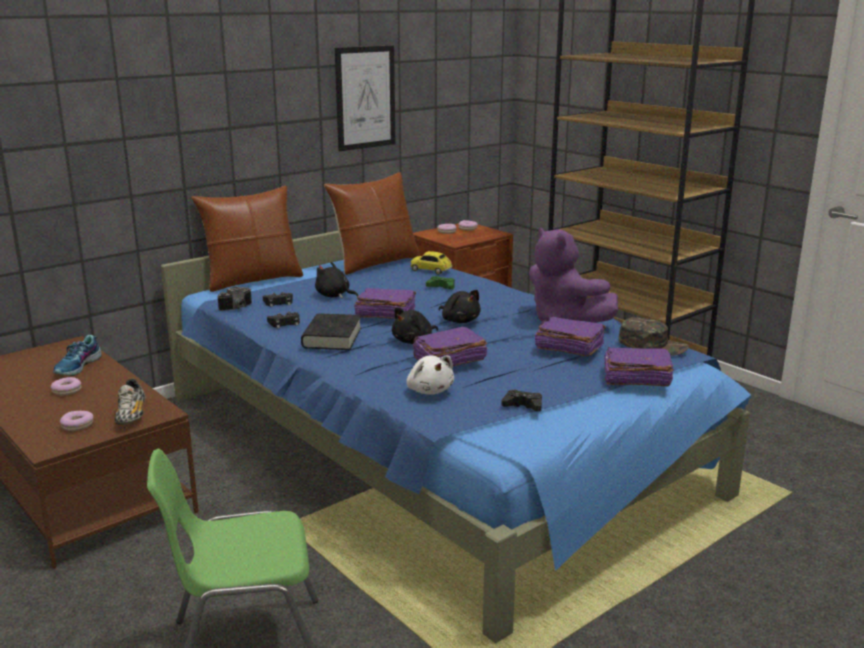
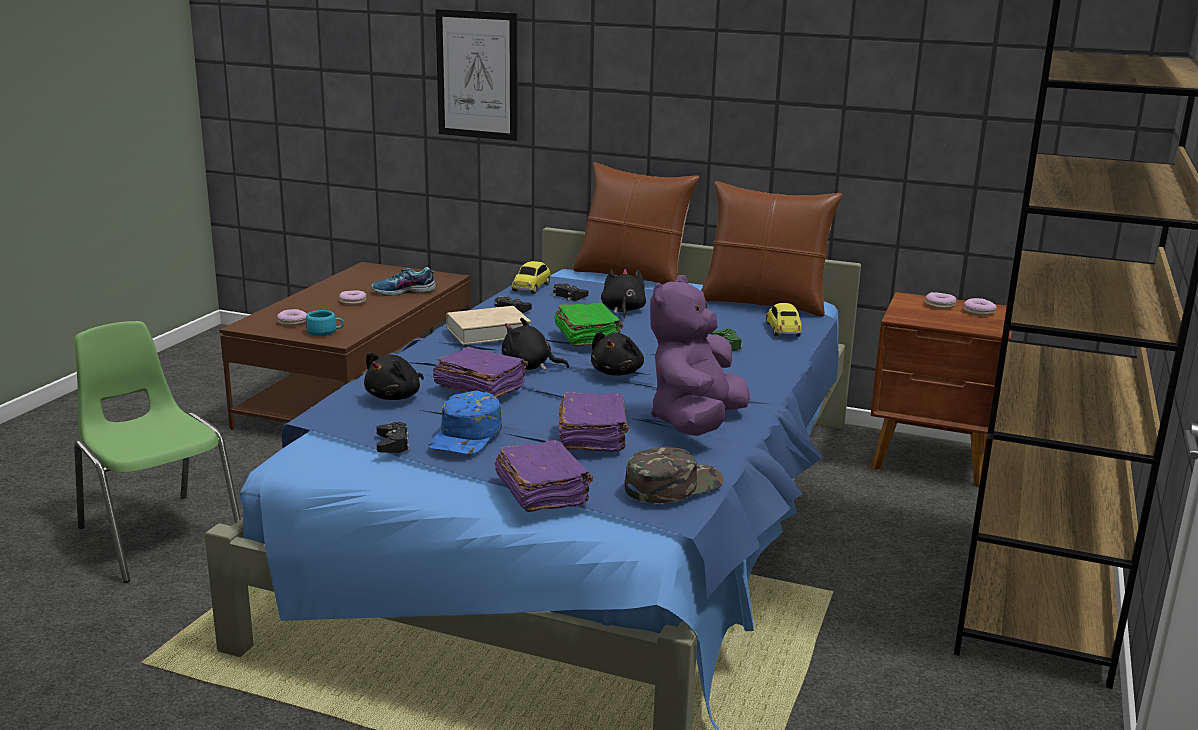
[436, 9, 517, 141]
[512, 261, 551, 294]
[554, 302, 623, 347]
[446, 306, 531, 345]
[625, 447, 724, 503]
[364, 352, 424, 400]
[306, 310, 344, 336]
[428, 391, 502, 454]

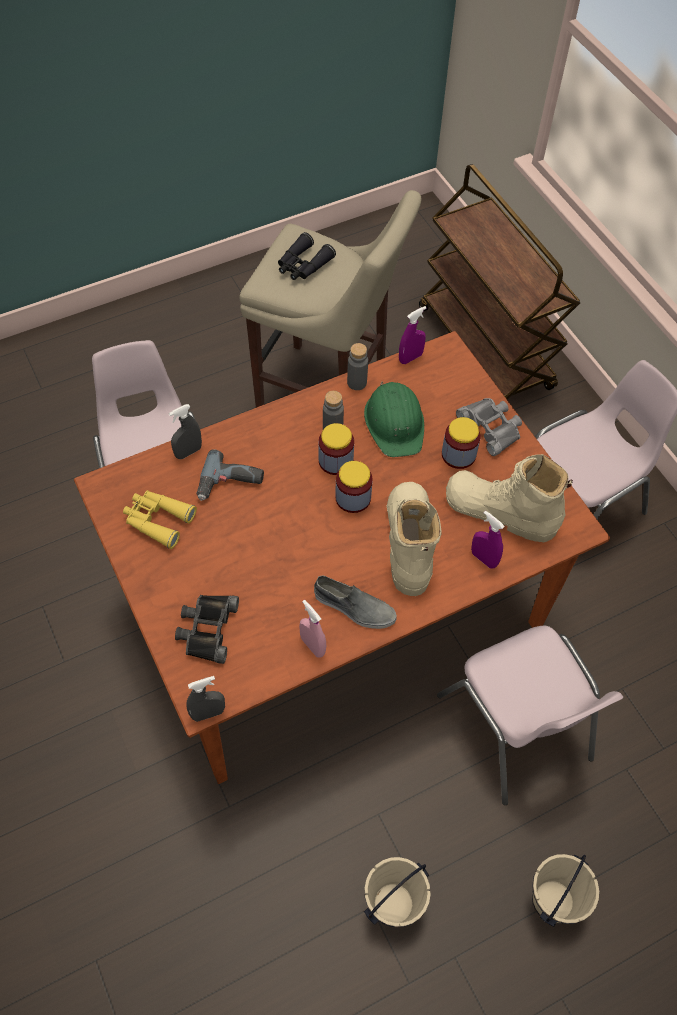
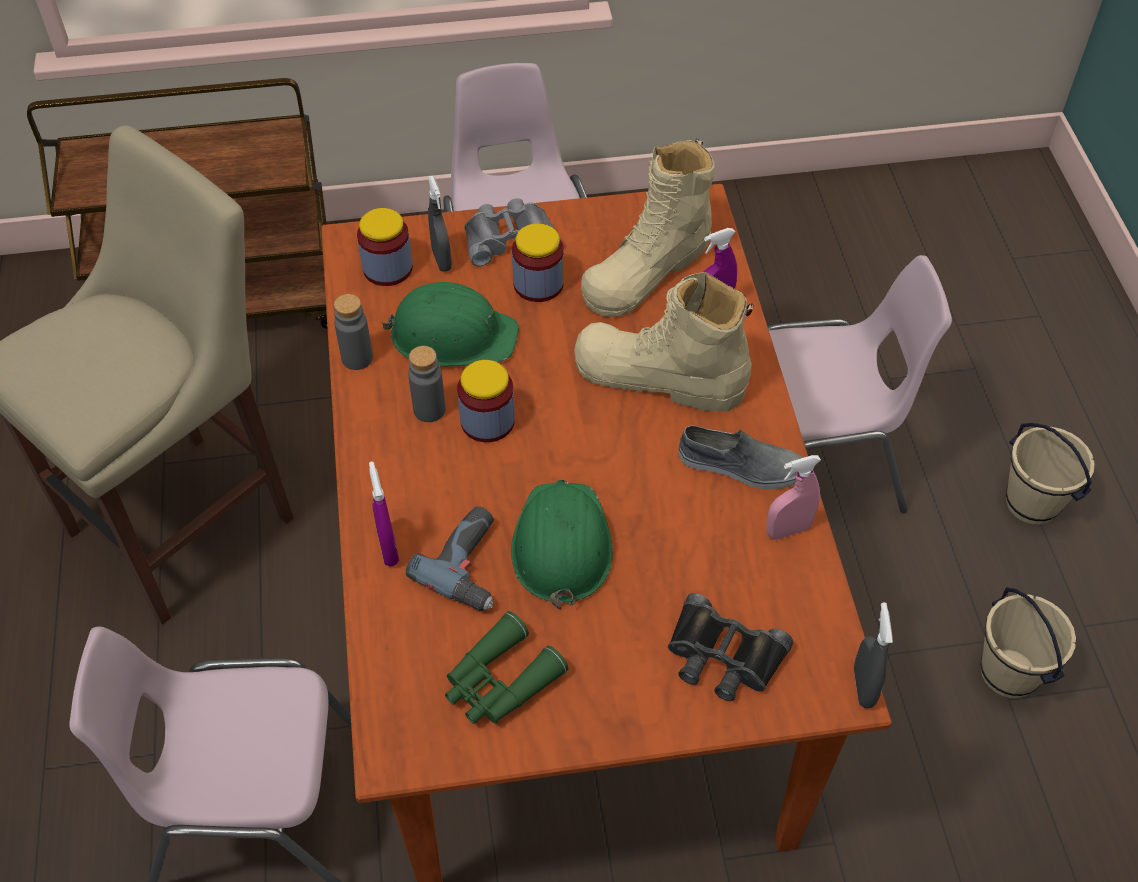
[278, 232, 336, 280] (first image)
[369, 461, 399, 566]
[428, 176, 452, 272]
[357, 208, 413, 286]
[445, 611, 568, 724]
[678, 425, 802, 489]
[511, 480, 613, 609]

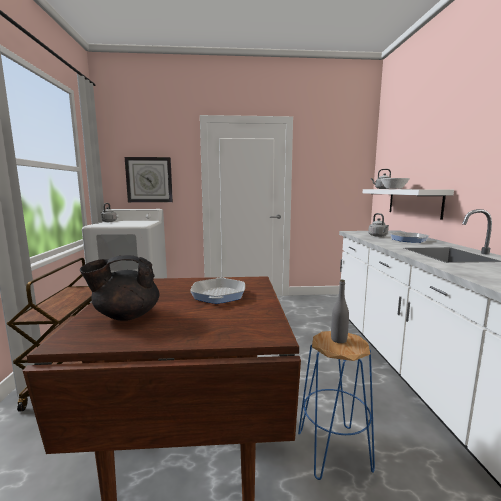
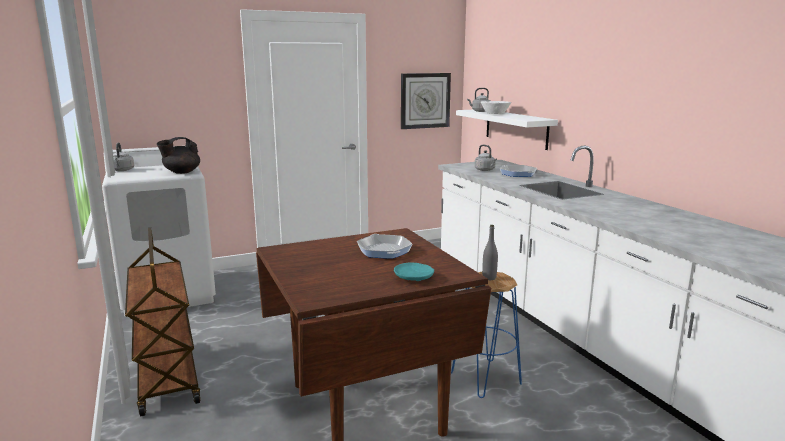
[401, 73, 451, 129]
[157, 137, 200, 174]
[394, 262, 434, 281]

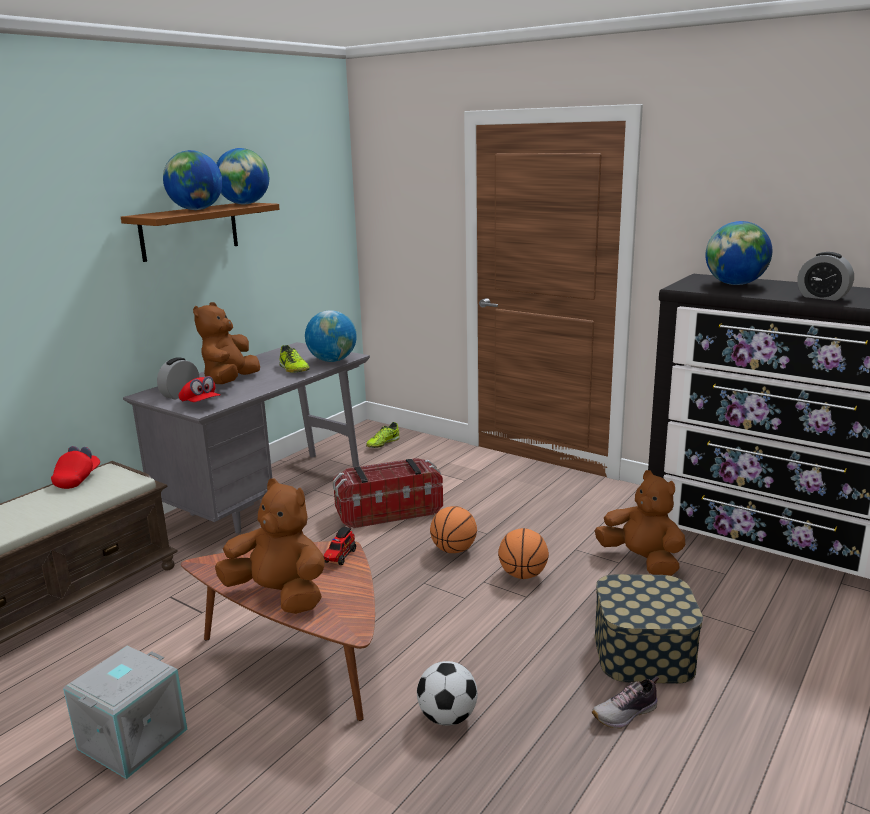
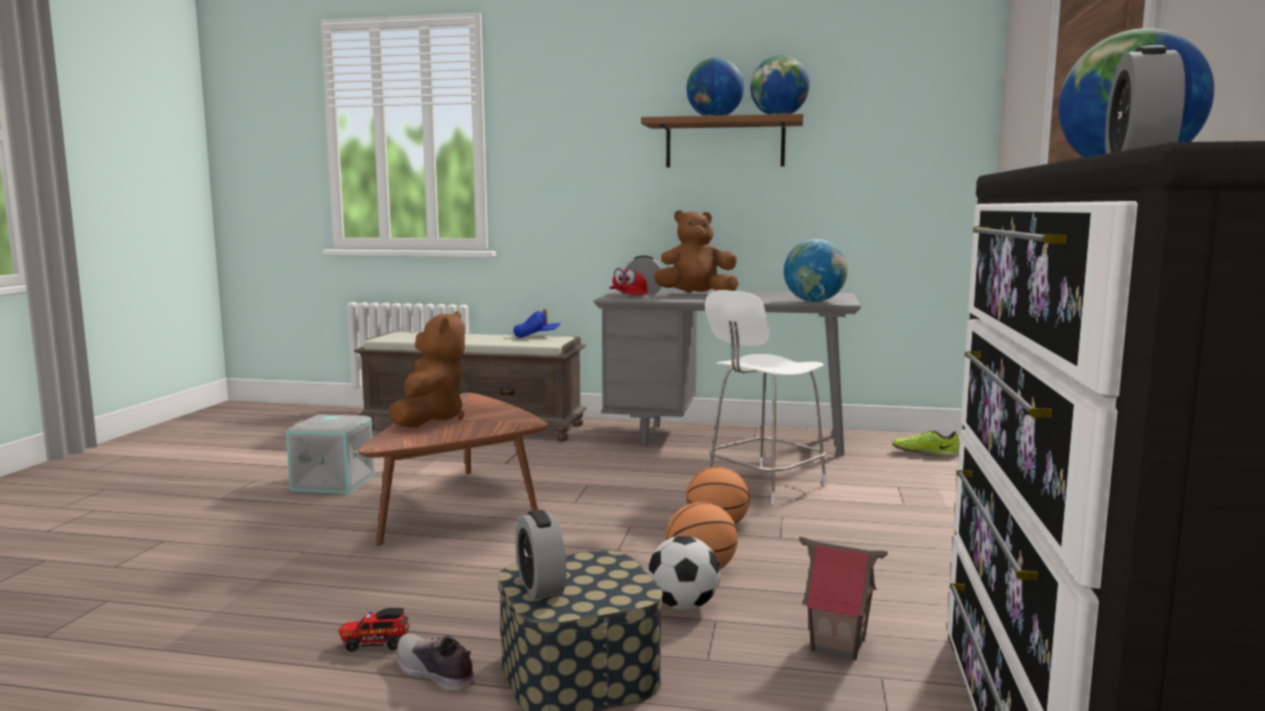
[279, 345, 310, 372] (first image)
[513, 309, 560, 338]
[705, 290, 827, 504]
[799, 537, 888, 661]
[338, 608, 410, 652]
[648, 536, 720, 610]
[515, 510, 567, 600]

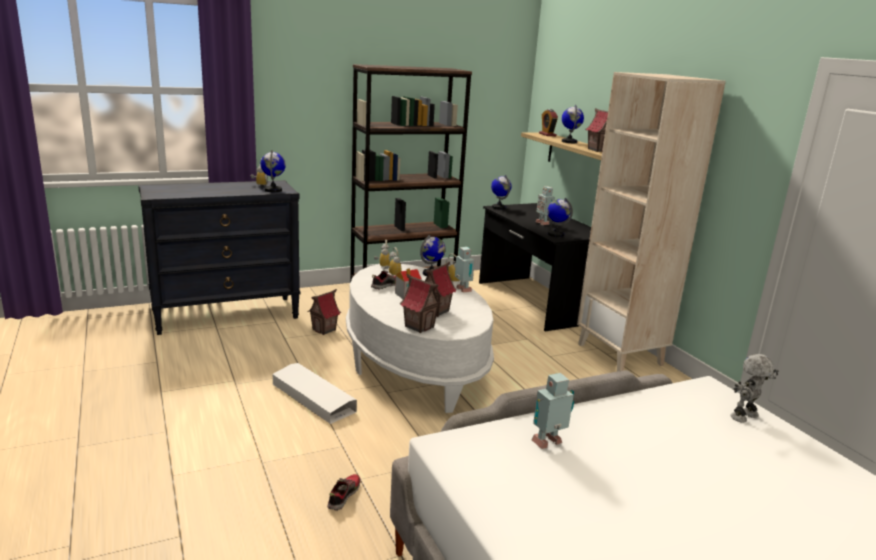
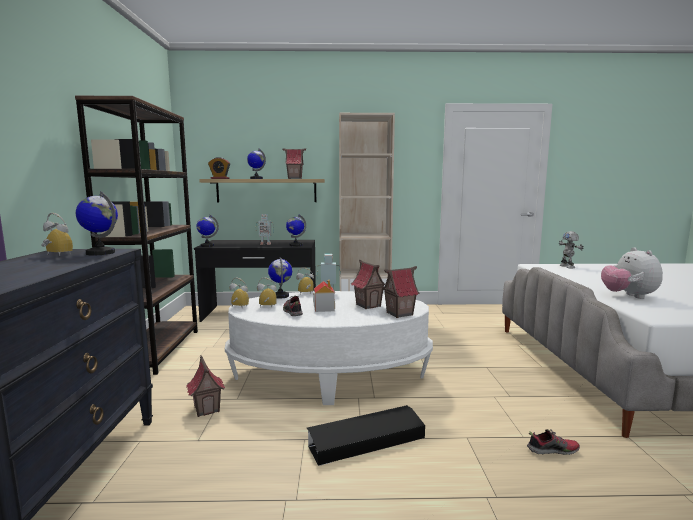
[307, 405, 425, 466]
[601, 247, 663, 299]
[527, 429, 580, 455]

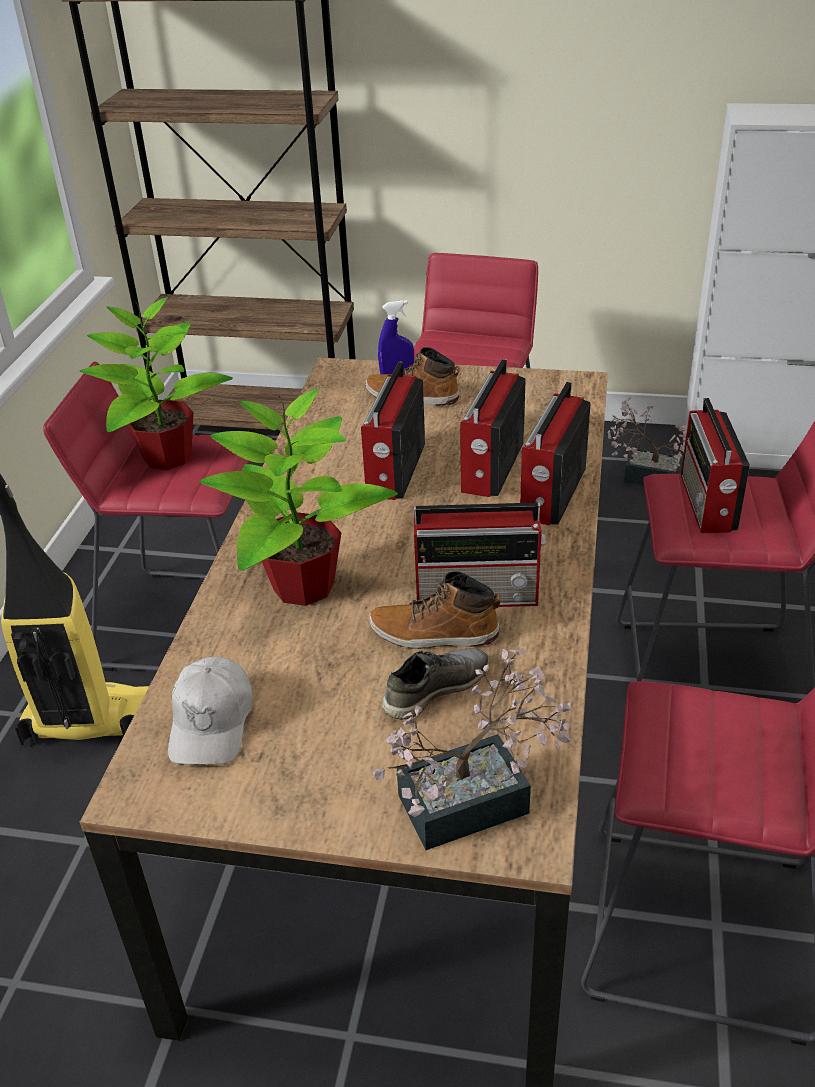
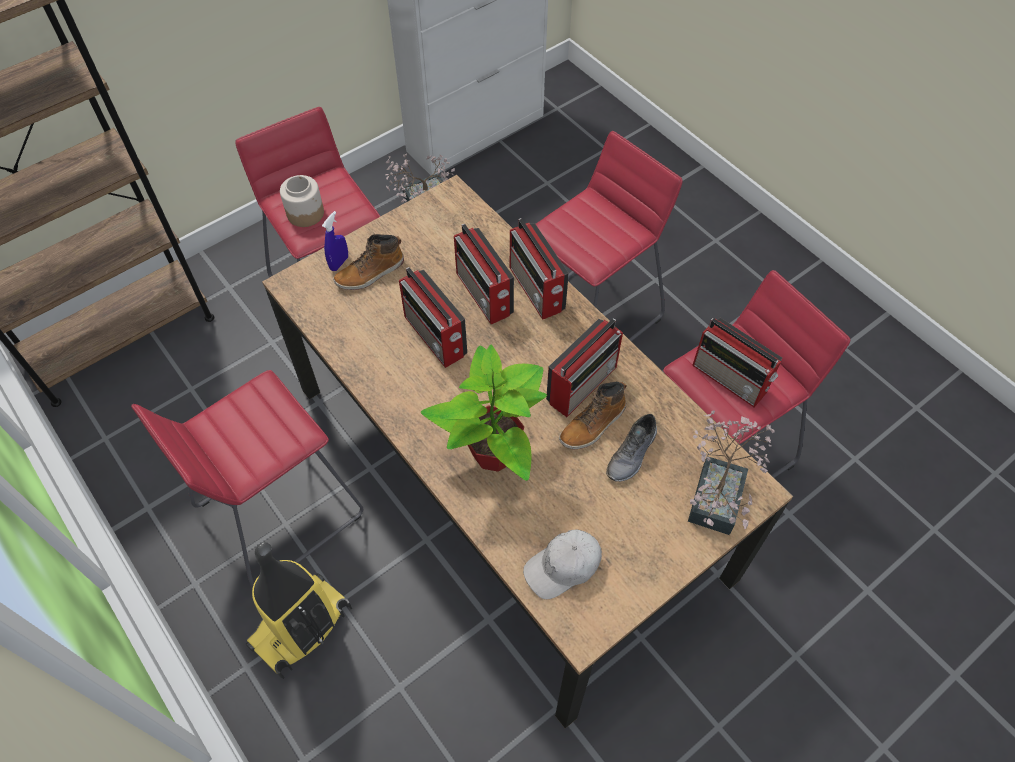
[80, 297, 233, 470] (first image)
[692, 318, 782, 407]
[606, 414, 657, 482]
[523, 529, 602, 599]
[280, 175, 324, 227]

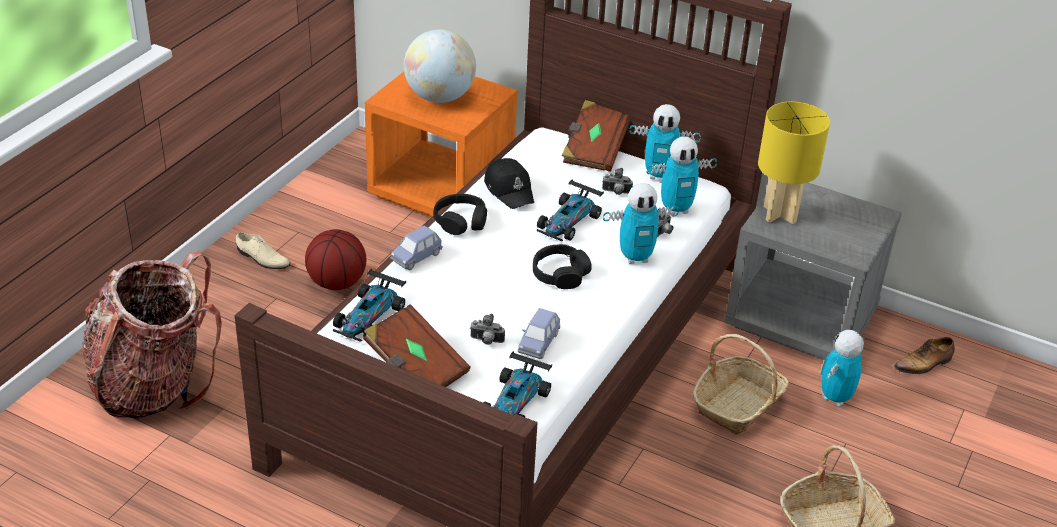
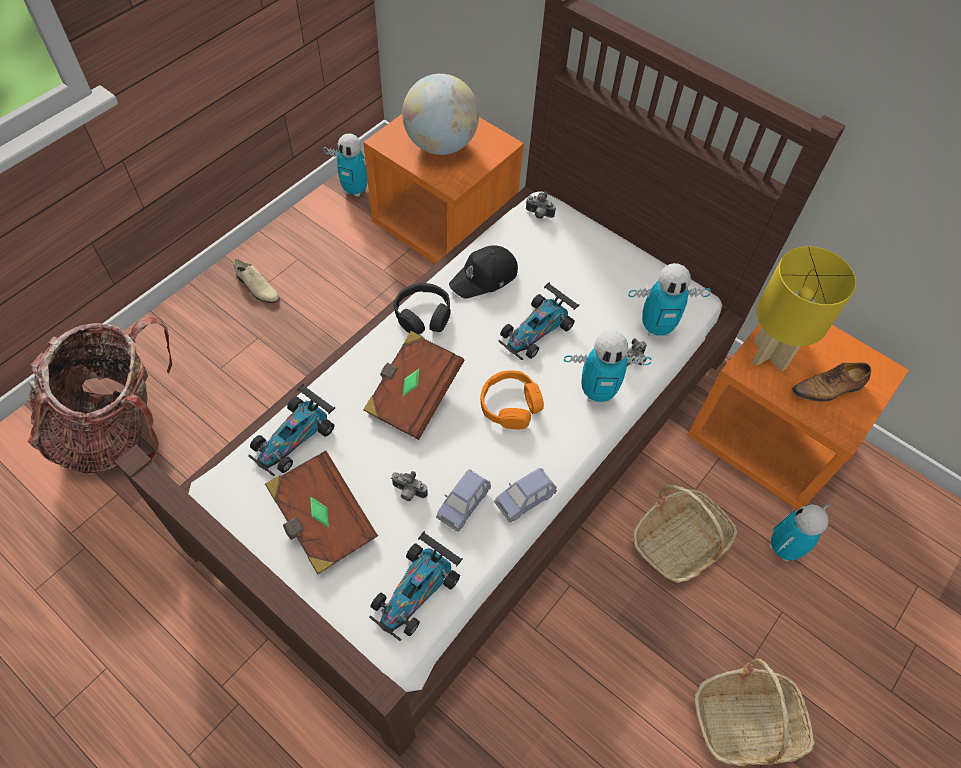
[363, 331, 464, 440]
[323, 133, 368, 197]
[449, 245, 518, 298]
[526, 192, 556, 219]
[687, 323, 909, 510]
[494, 468, 557, 522]
[305, 229, 366, 290] (first image)
[480, 371, 544, 429]
[792, 362, 871, 402]

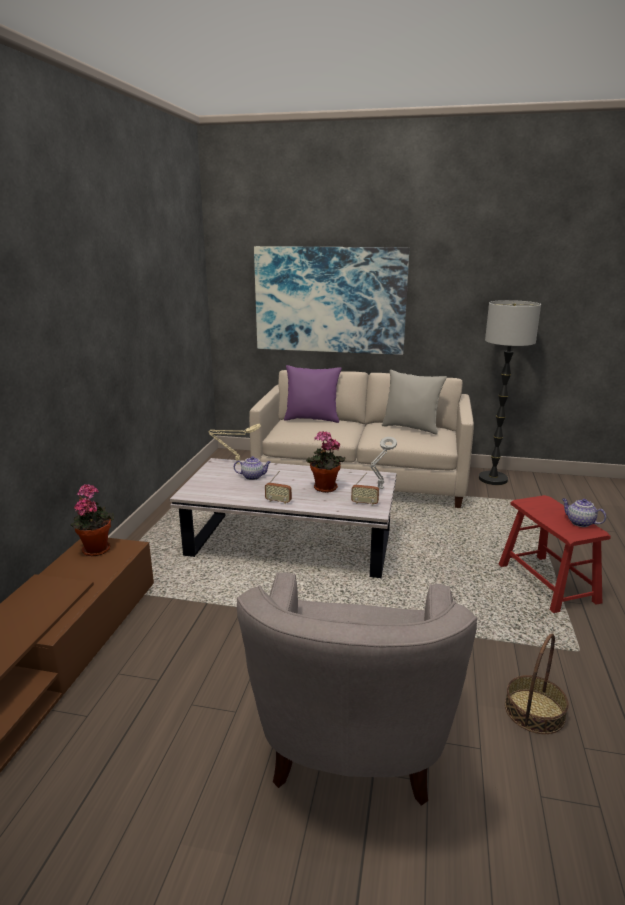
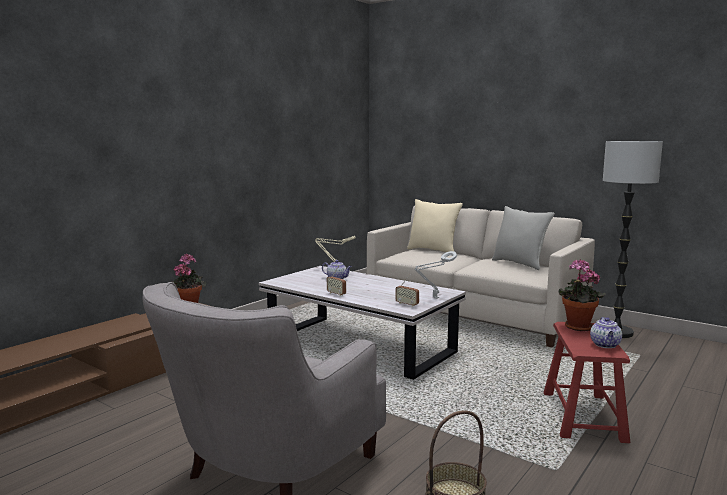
[254, 246, 409, 355] (first image)
[407, 199, 463, 252]
[559, 259, 606, 331]
[590, 317, 622, 348]

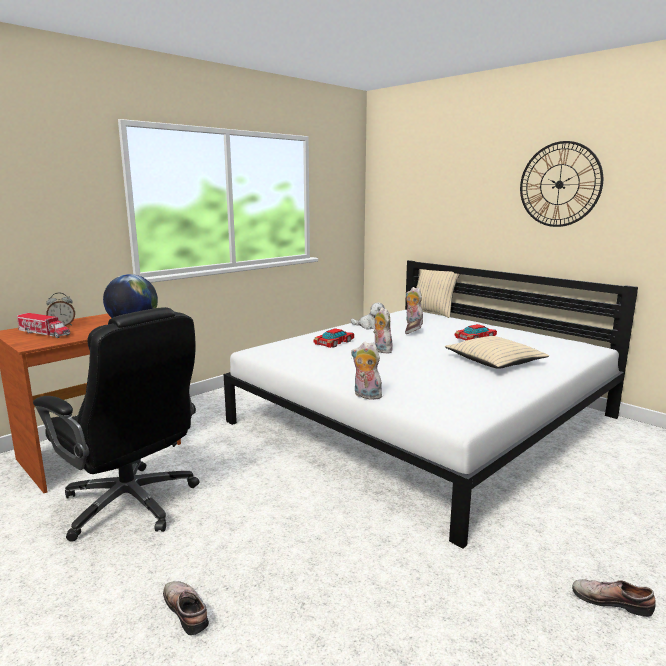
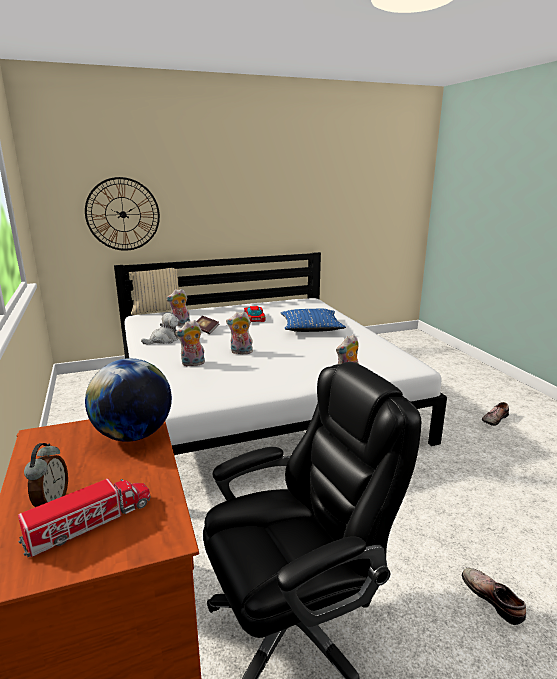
[85, 177, 160, 251]
[175, 320, 205, 366]
[281, 309, 346, 332]
[462, 568, 526, 625]

